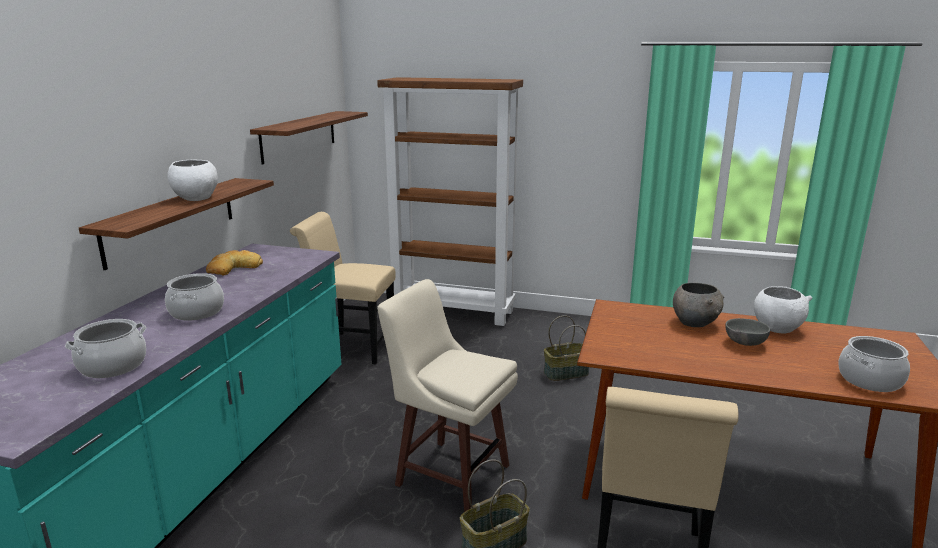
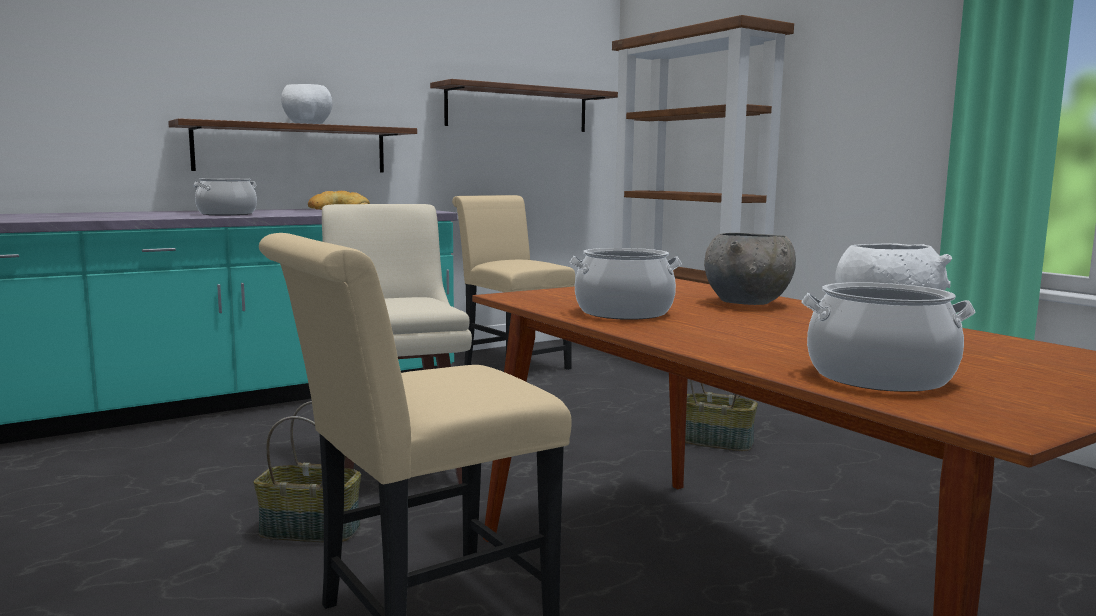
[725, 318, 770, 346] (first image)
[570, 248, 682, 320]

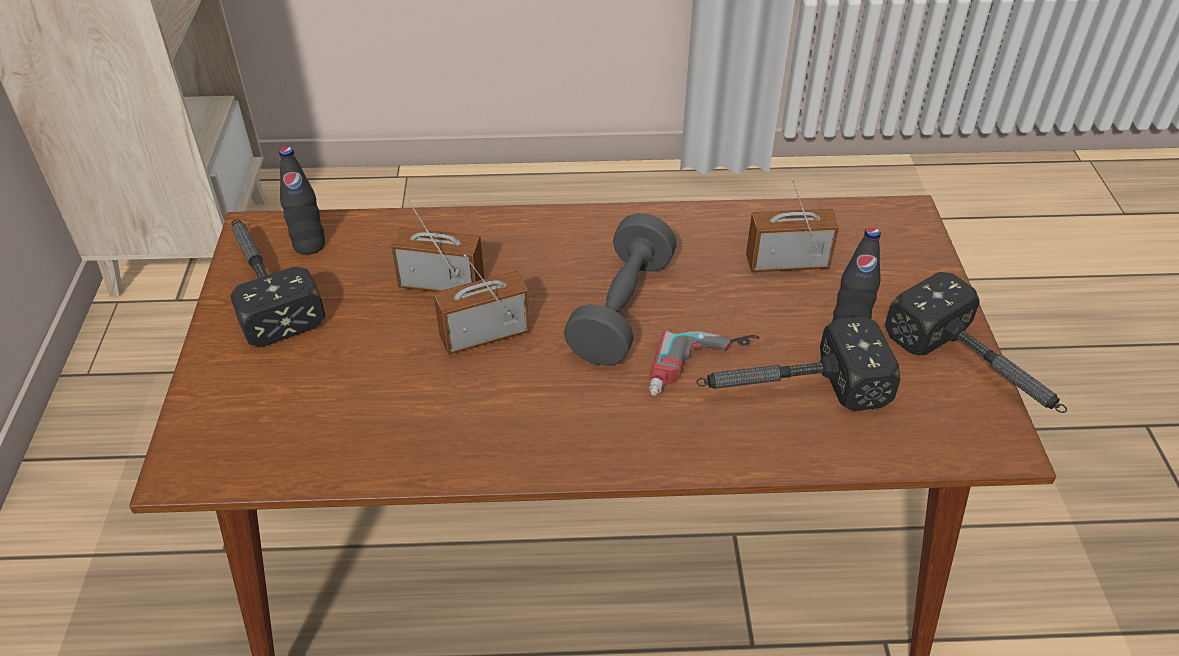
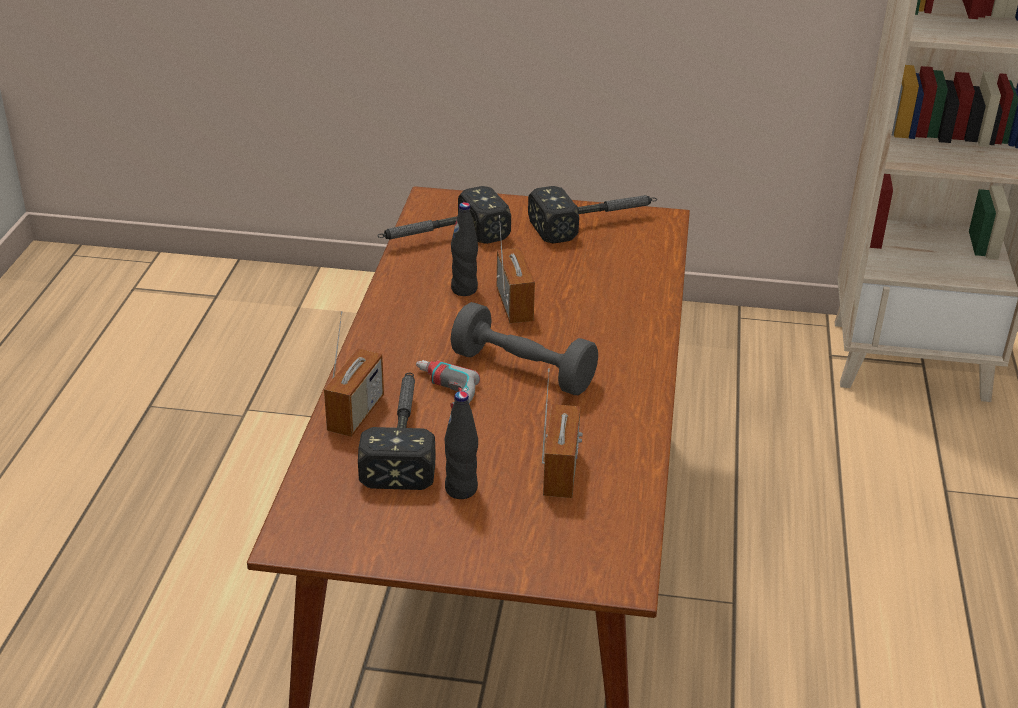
[451, 202, 478, 296]
[324, 311, 384, 437]
[378, 186, 511, 244]

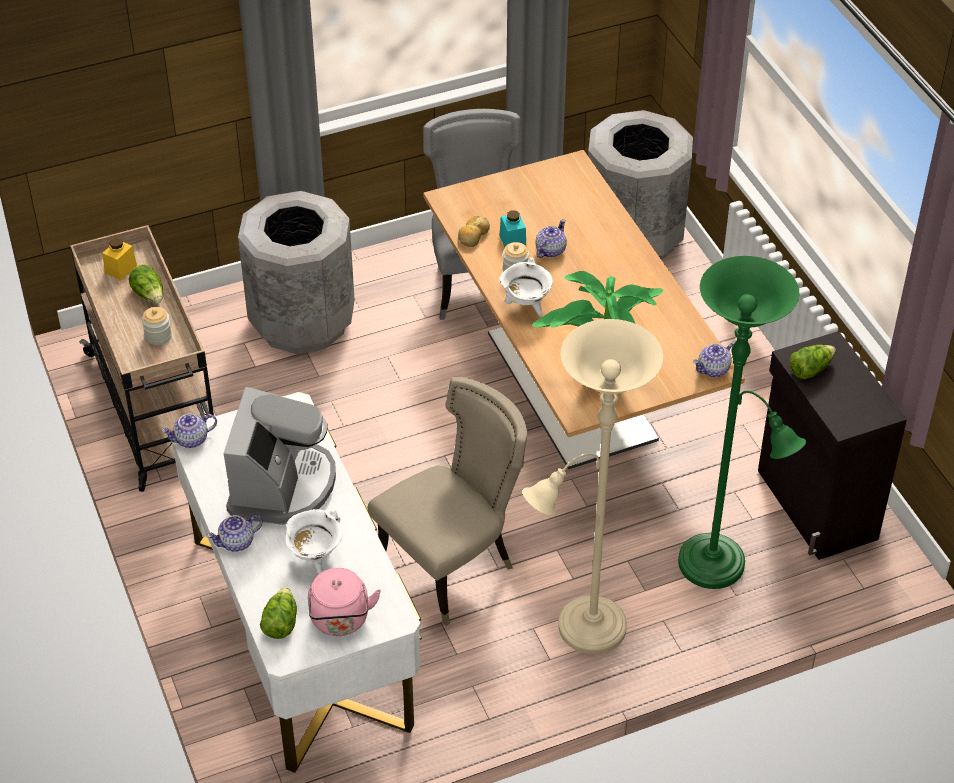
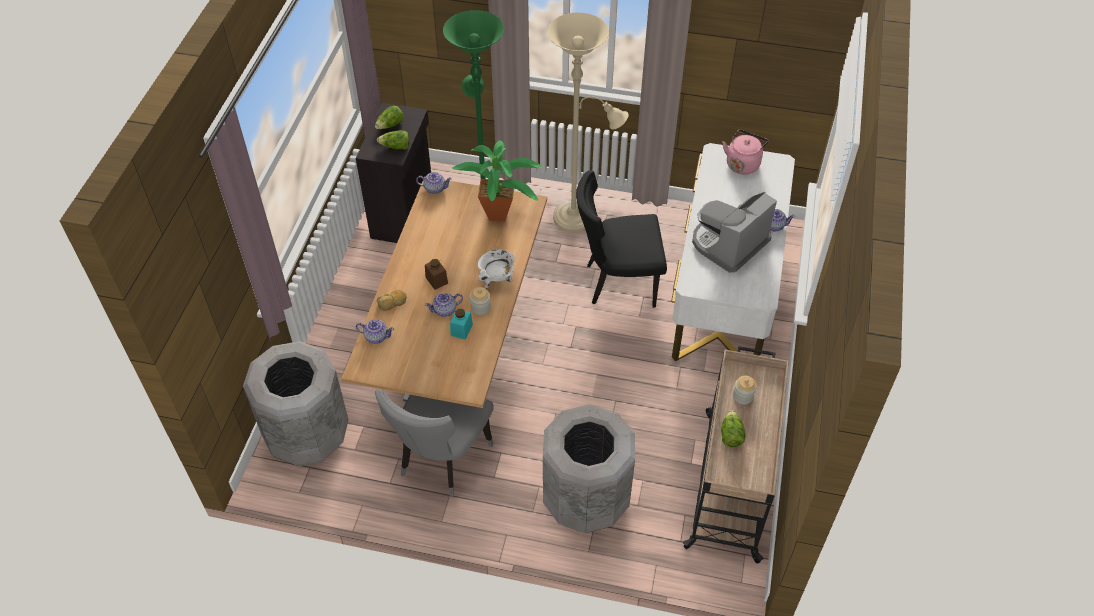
[377, 290, 407, 311]
[102, 238, 137, 280] (first image)
[576, 170, 667, 308]
[356, 319, 394, 344]
[286, 509, 343, 575] (first image)
[375, 106, 404, 129]
[425, 259, 448, 290]

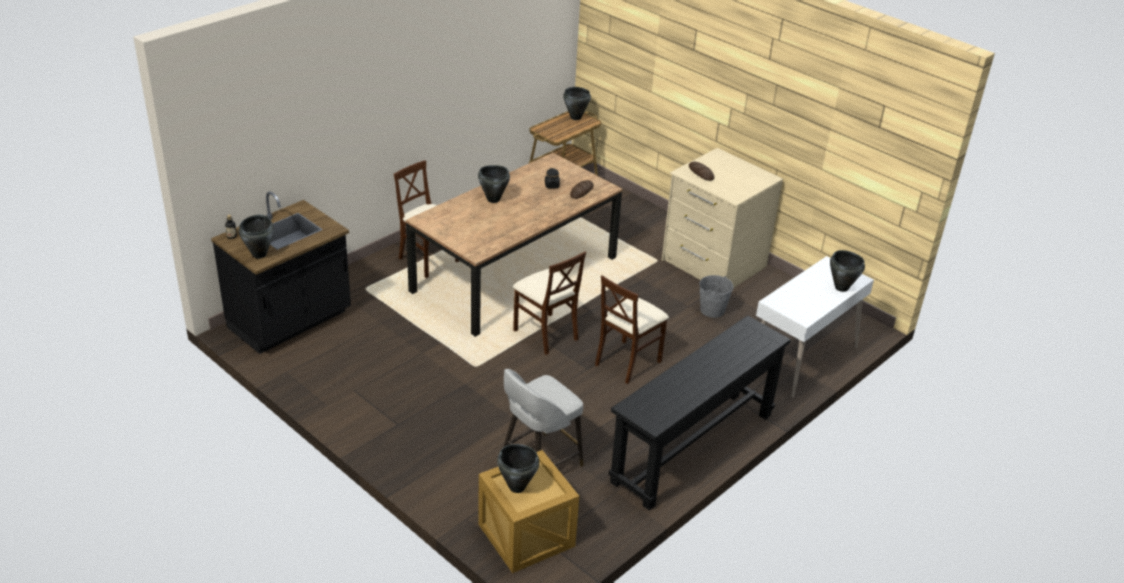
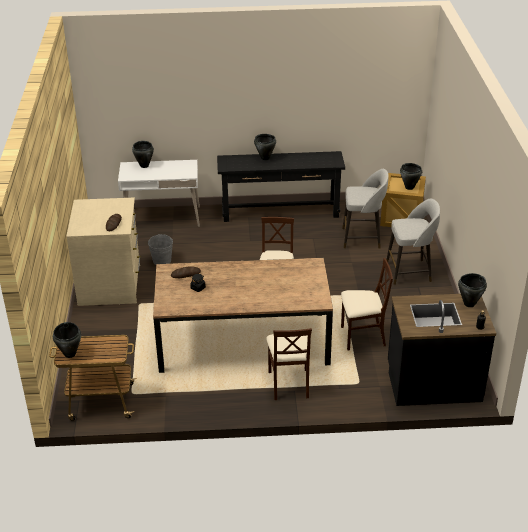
[254, 134, 276, 160]
[341, 258, 393, 350]
[386, 199, 440, 285]

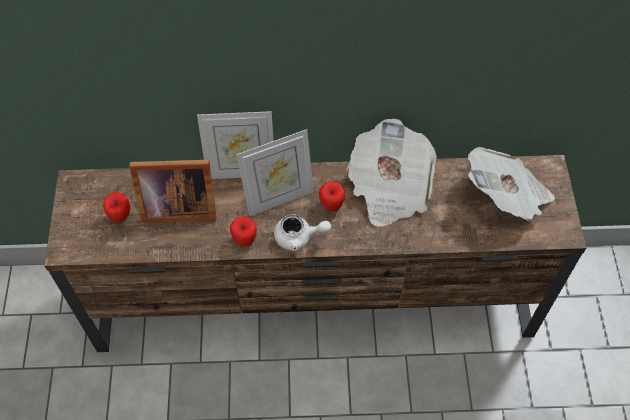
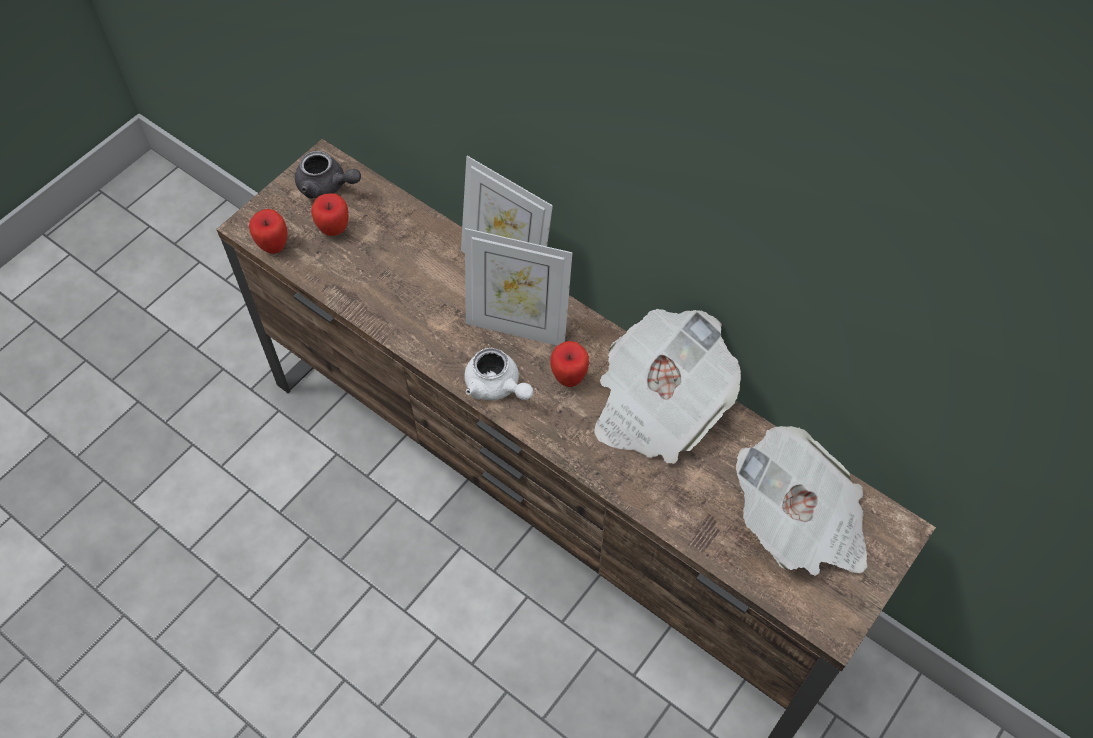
[129, 160, 216, 223] (first image)
[249, 209, 287, 254]
[295, 151, 361, 199]

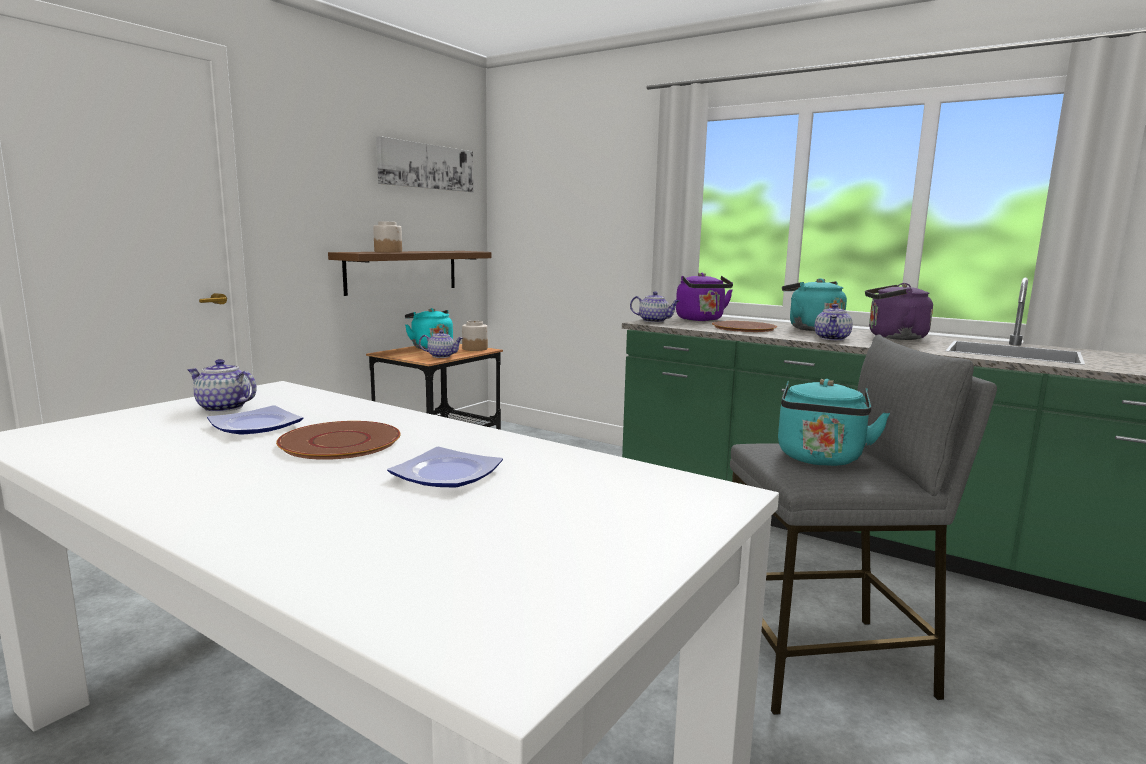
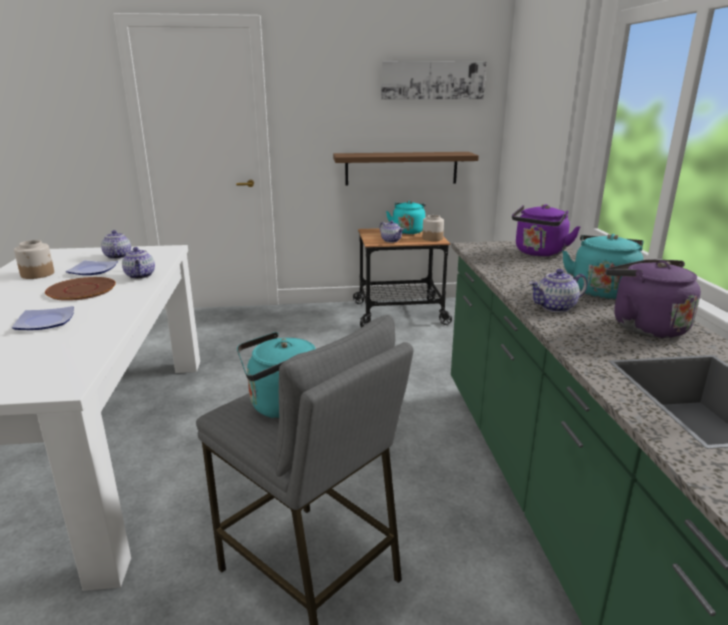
[14, 240, 54, 279]
[122, 247, 155, 279]
[712, 321, 777, 332] (first image)

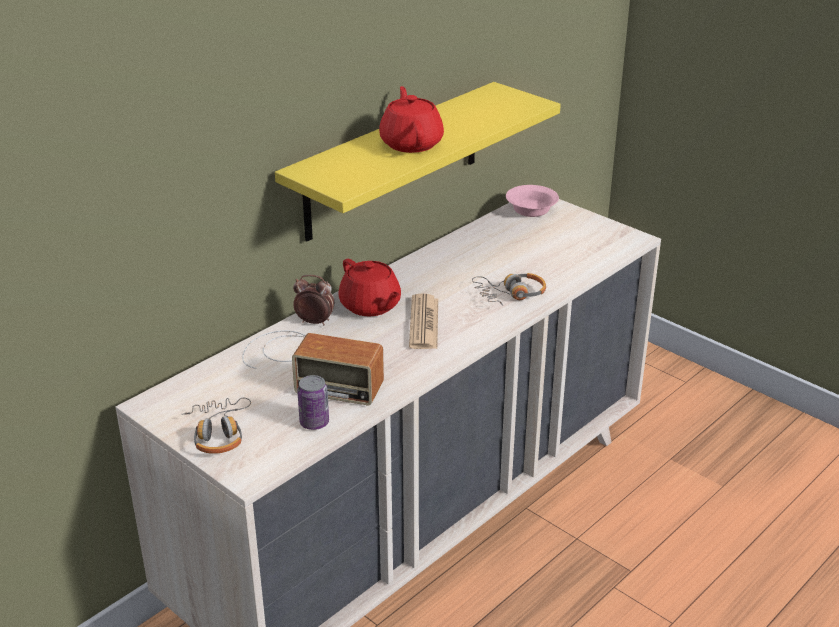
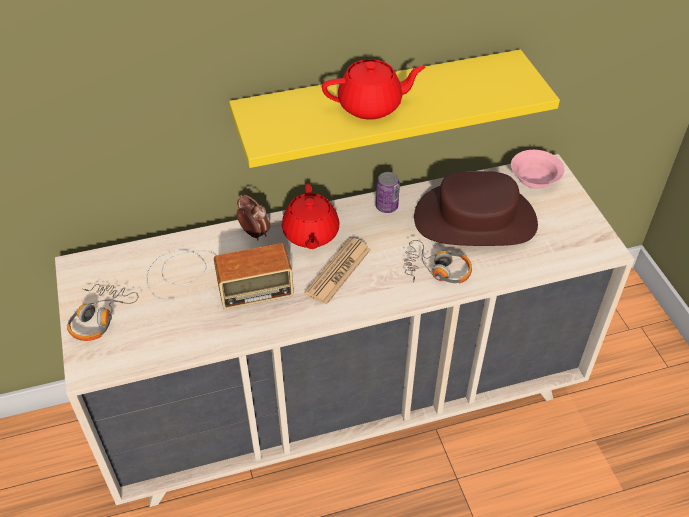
[322, 59, 425, 120]
[146, 243, 294, 309]
[376, 172, 400, 213]
[414, 171, 538, 246]

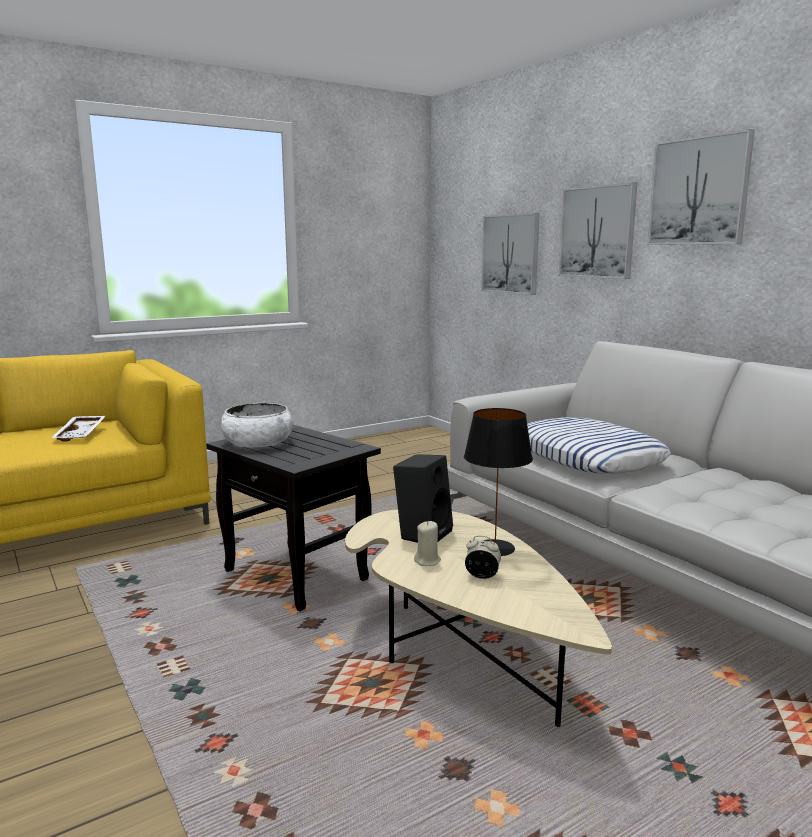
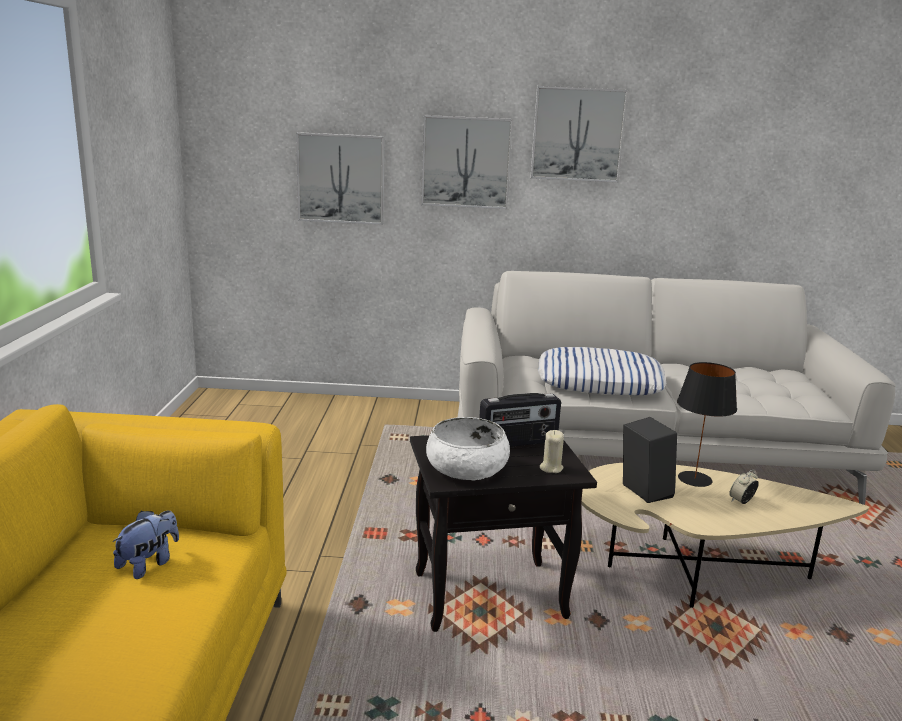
[113, 511, 179, 579]
[540, 430, 564, 473]
[479, 393, 561, 447]

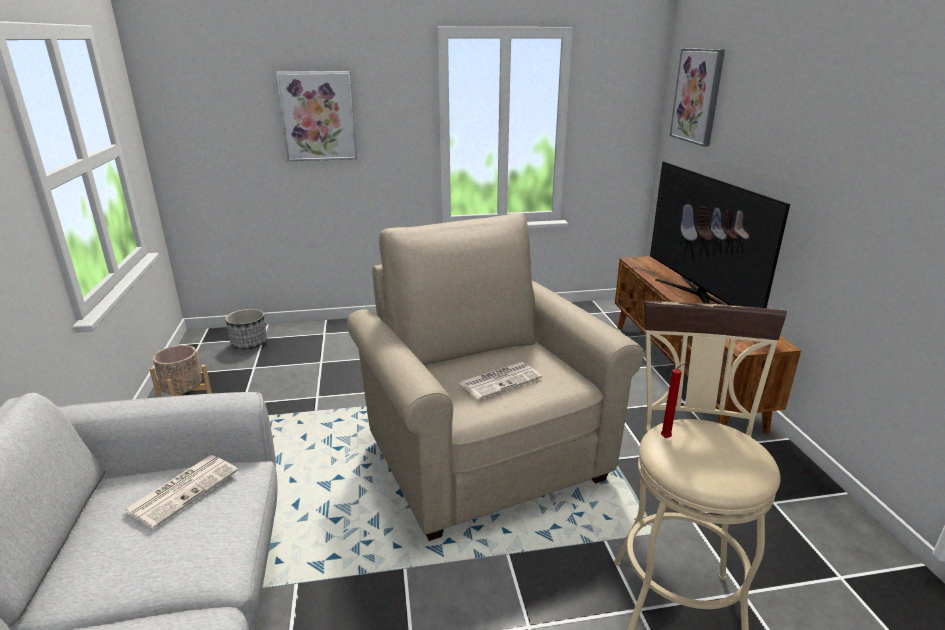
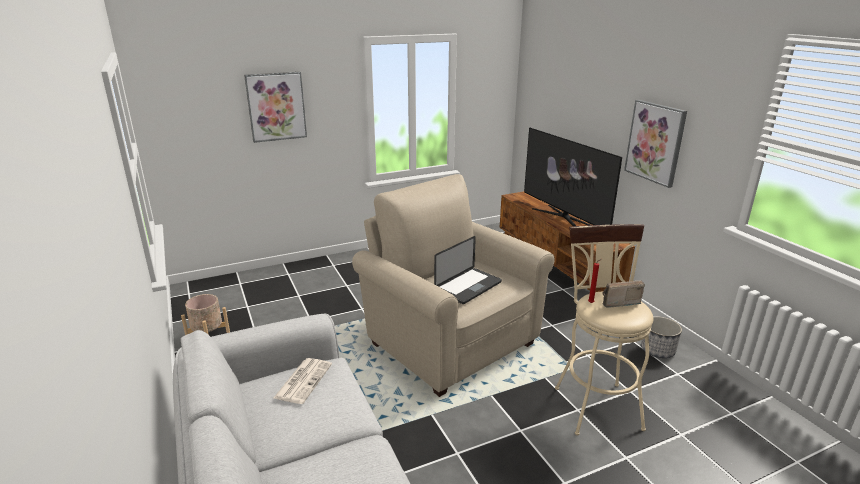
[624, 100, 687, 188]
[641, 316, 682, 358]
[434, 236, 502, 304]
[602, 281, 645, 307]

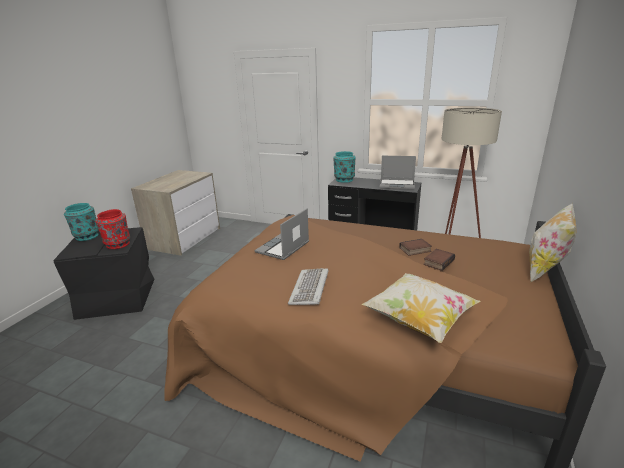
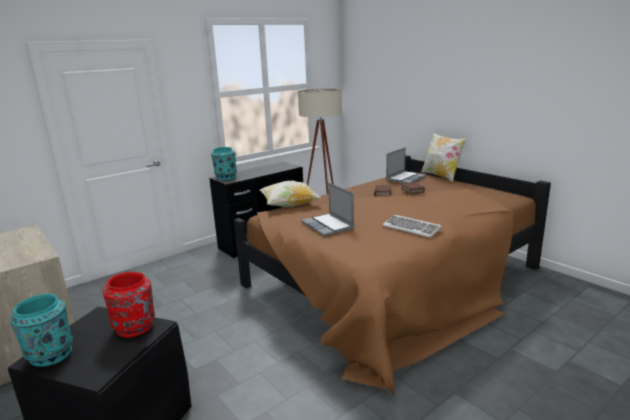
[386, 147, 426, 184]
[260, 181, 321, 207]

